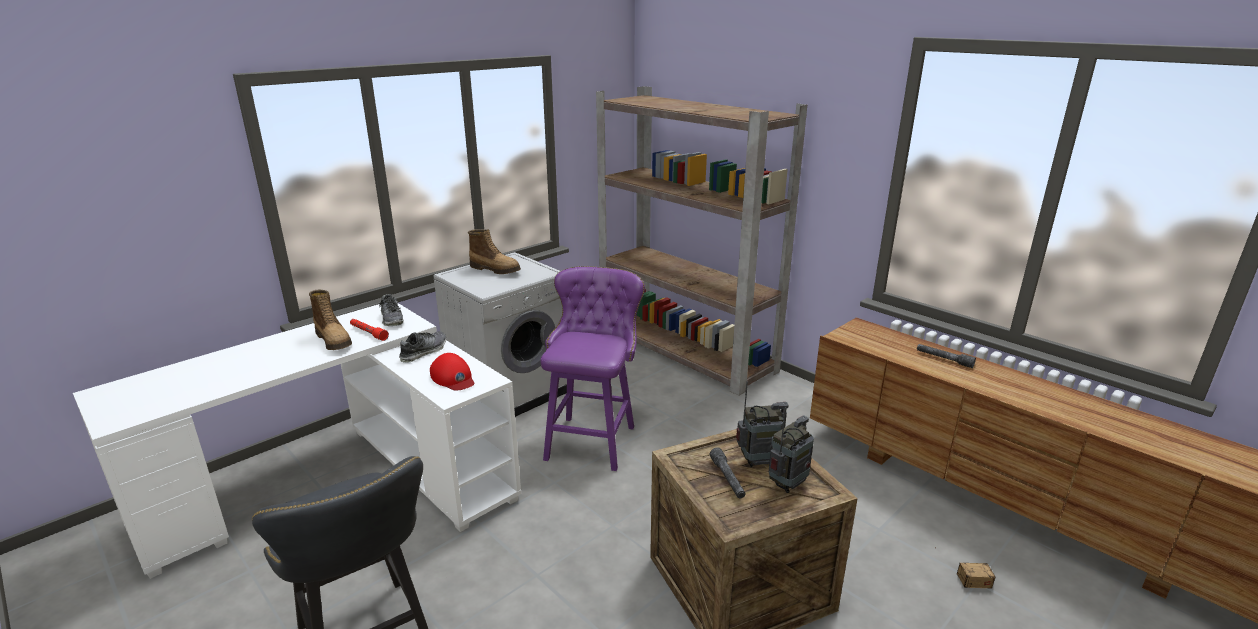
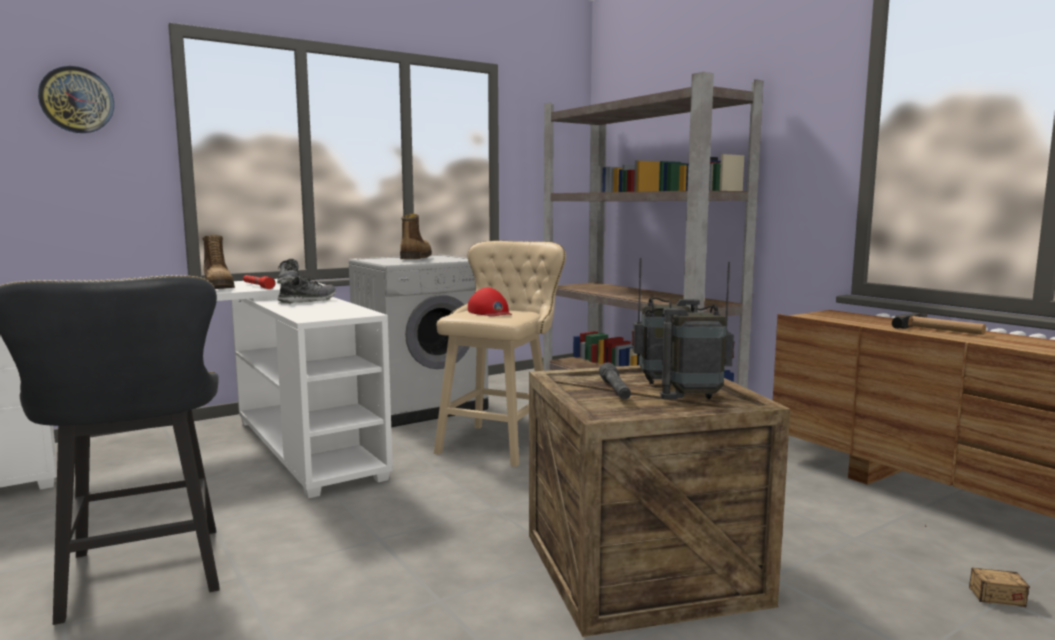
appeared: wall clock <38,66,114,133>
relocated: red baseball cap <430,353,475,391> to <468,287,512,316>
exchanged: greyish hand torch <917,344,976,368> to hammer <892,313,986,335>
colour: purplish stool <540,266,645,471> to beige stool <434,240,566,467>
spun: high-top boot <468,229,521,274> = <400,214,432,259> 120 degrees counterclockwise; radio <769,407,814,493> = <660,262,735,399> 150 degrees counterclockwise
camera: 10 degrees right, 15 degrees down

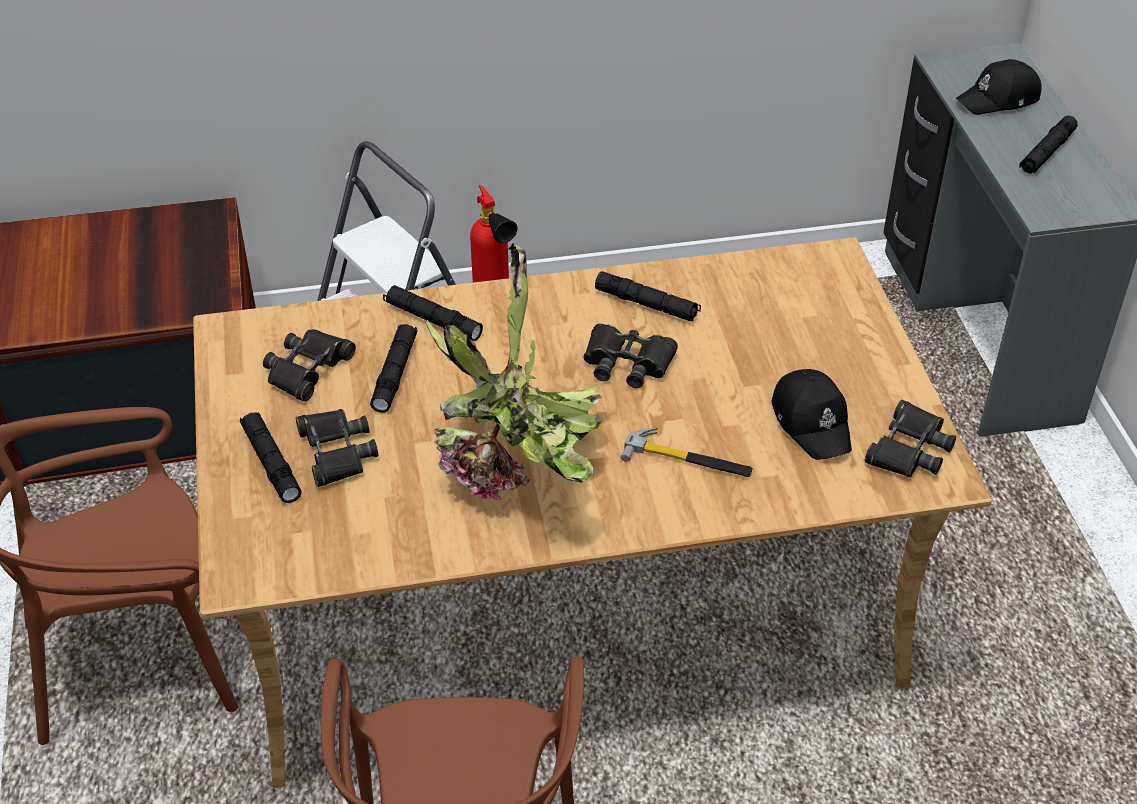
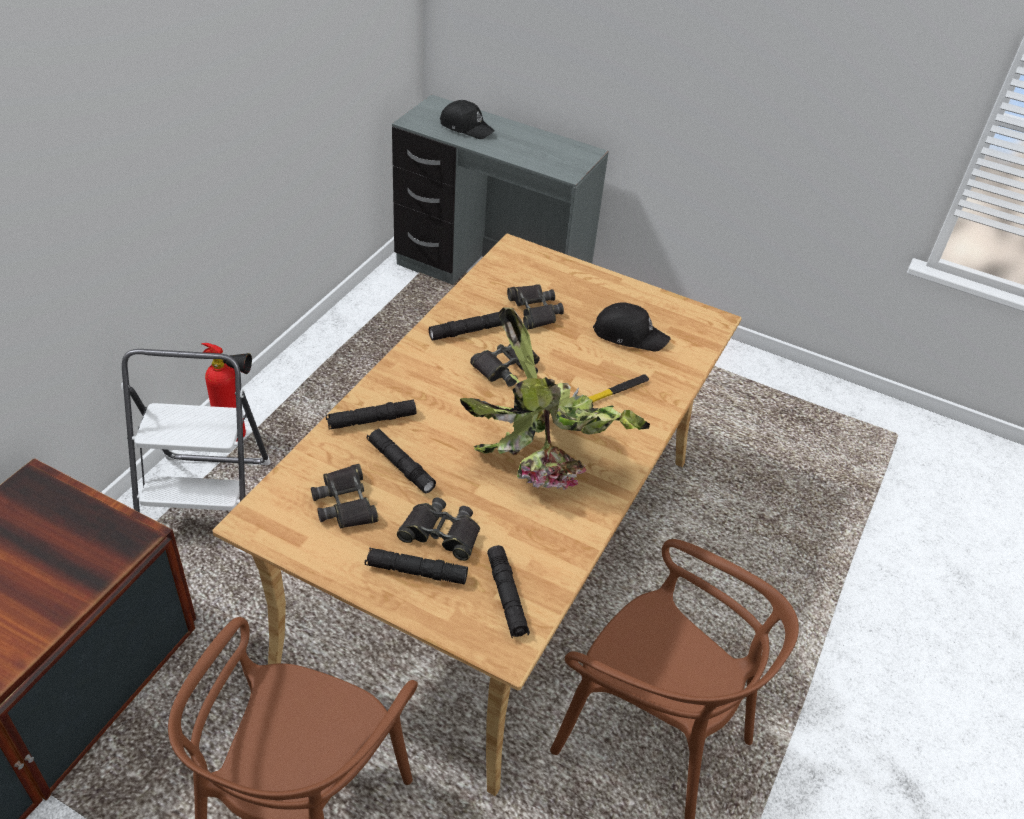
relocated: black-coloured binoculars <865,400,956,477> to <507,284,564,330>; black-coloured hand torch <1019,116,1078,174> to <487,545,530,638>
spun: black-coloured baseball cap <956,59,1042,115> = <440,100,495,139> 75 degrees counterclockwise
camera: 55 degrees left, 0 degrees up

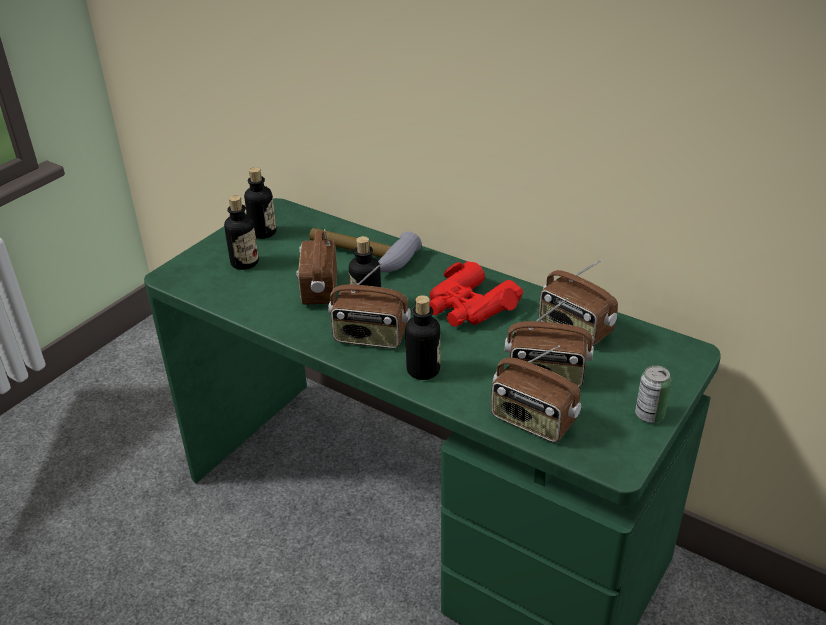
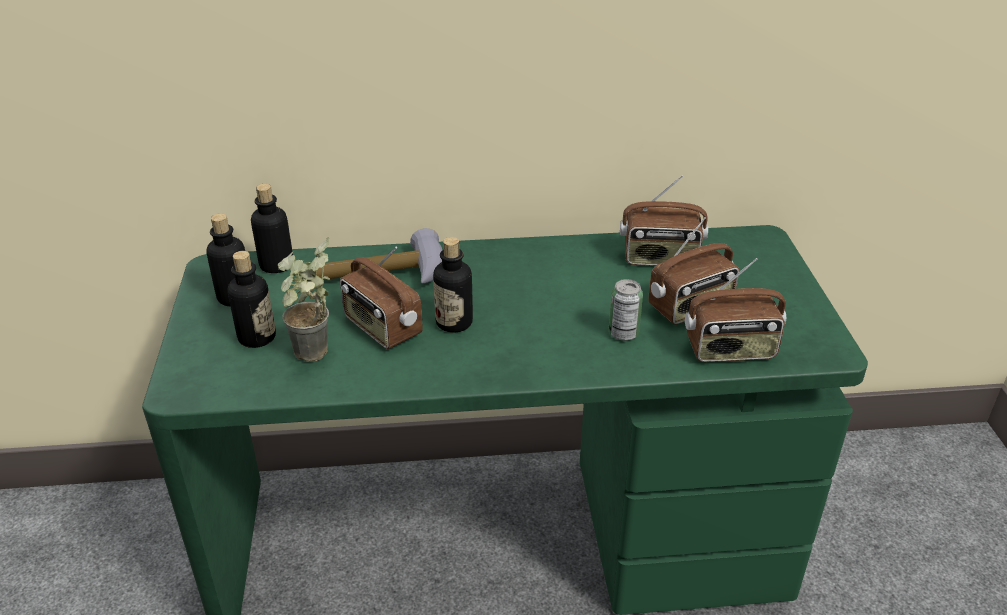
missing: radio <328,262,411,348>; red binoculars <430,261,523,327>
appeared: houseplant <278,237,330,362>
relocated: drink bottle <405,295,440,380> to <251,184,293,273>; metal can <635,365,672,423> to <608,279,643,341>
camera: 40 degrees left, 0 degrees up

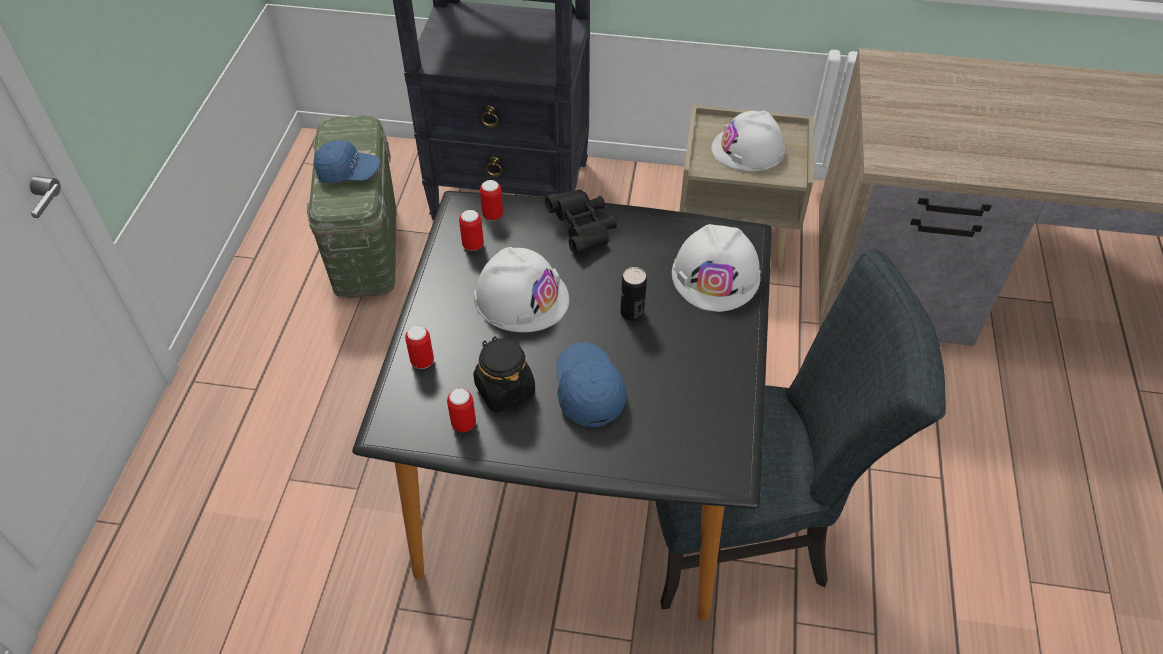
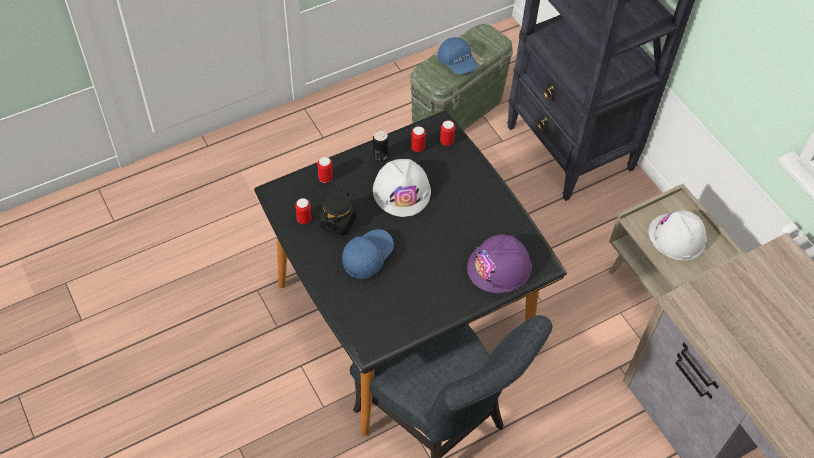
missing: black-coloured binoculars <545,189,617,255>
relocated: metal can <620,267,647,321> to <373,130,388,162>
colour: whitish safety helmet <672,224,761,312> to purplish safety helmet <467,235,532,293>
camera: 50 degrees right, 5 degrees up

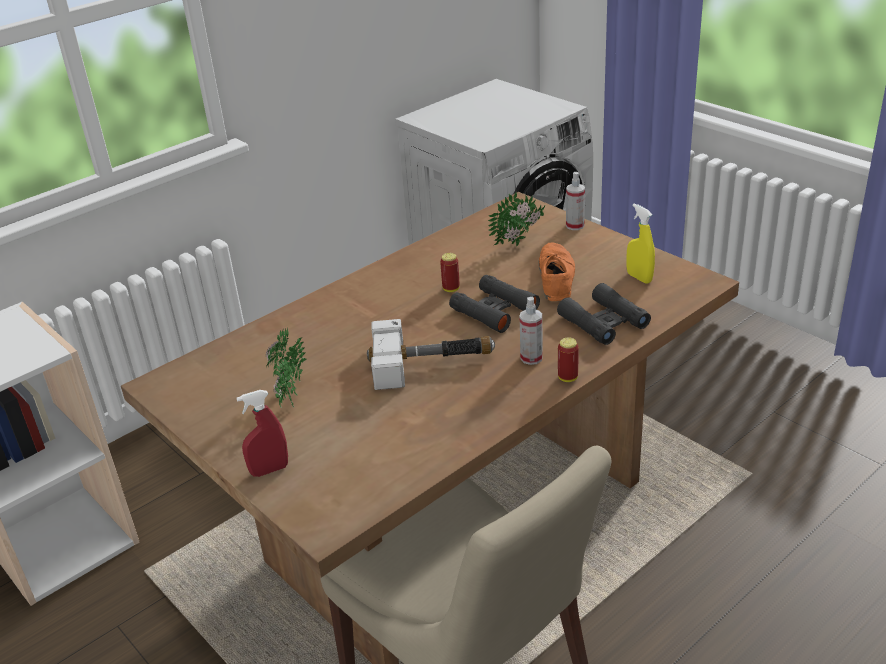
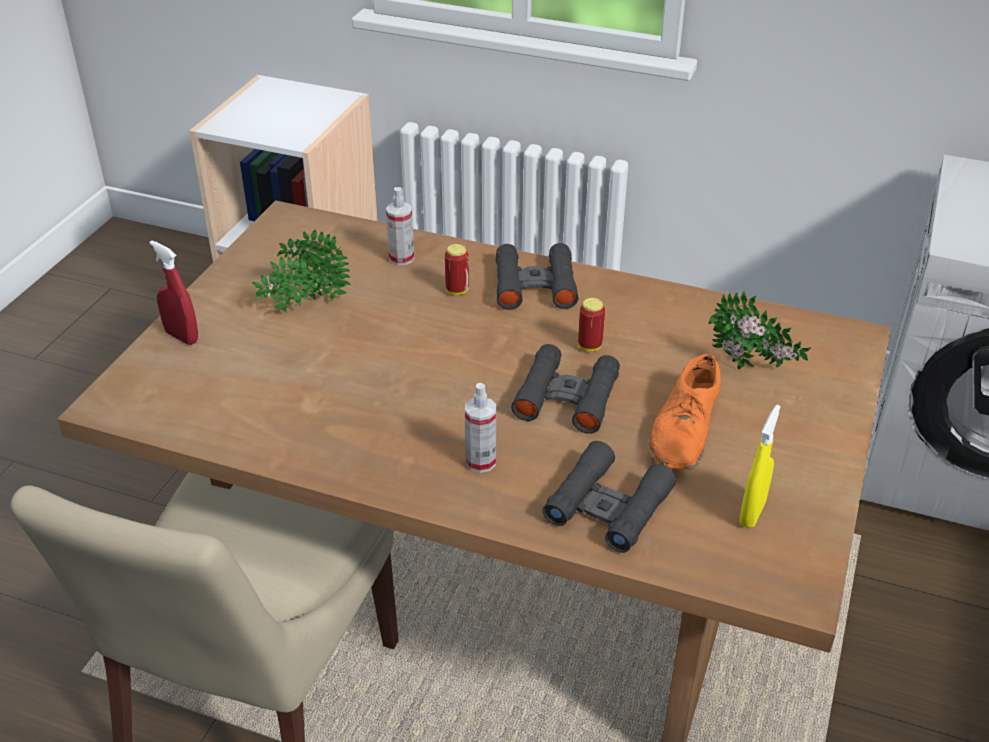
missing: hammer <367,319,495,390>
appeared: black-coloured binoculars <496,243,578,310>
relocated: metal can <558,337,579,382> to <445,244,469,295>; hand sprayer <566,172,585,230> to <386,187,414,265>
spun: orangey item of footwear <538,243,575,301> = <648,354,721,470> 135 degrees clockwise
camera: 60 degrees right, 5 degrees up

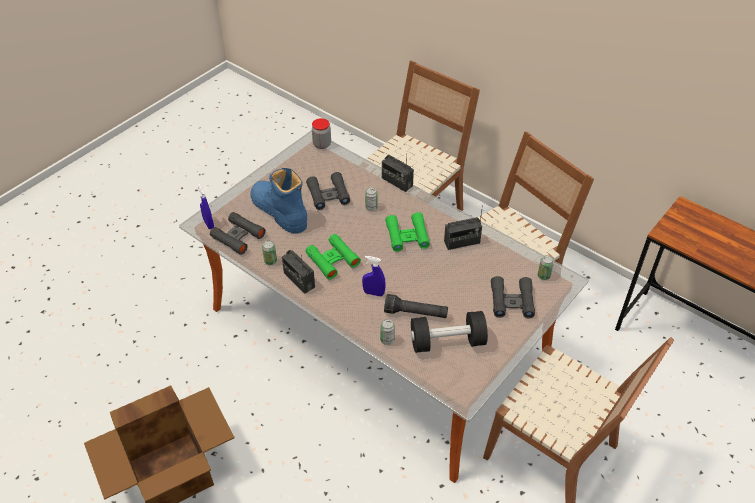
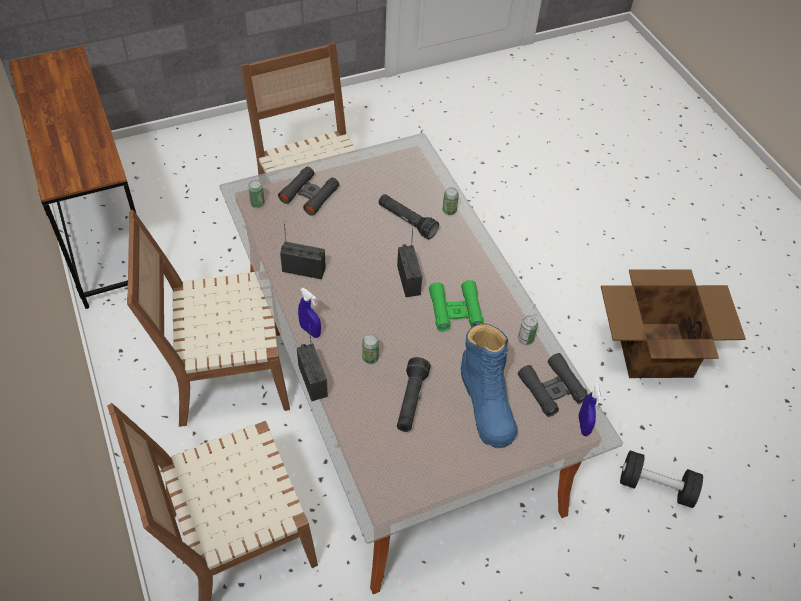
missing: preserve jar <312,118,331,149>; greenish binoculars <385,212,430,252>
relocated: radio <282,250,315,294> to <397,228,422,297>; blue hand sprayer <362,256,386,297> to <298,288,321,338>; black-coloured free weight <411,311,488,353> to <620,450,703,508>
exchanged: black-coloured binoculars <306,172,350,210> to black-coloured hand torch <397,357,431,432>
camera: 155 degrees left, 5 degrees up

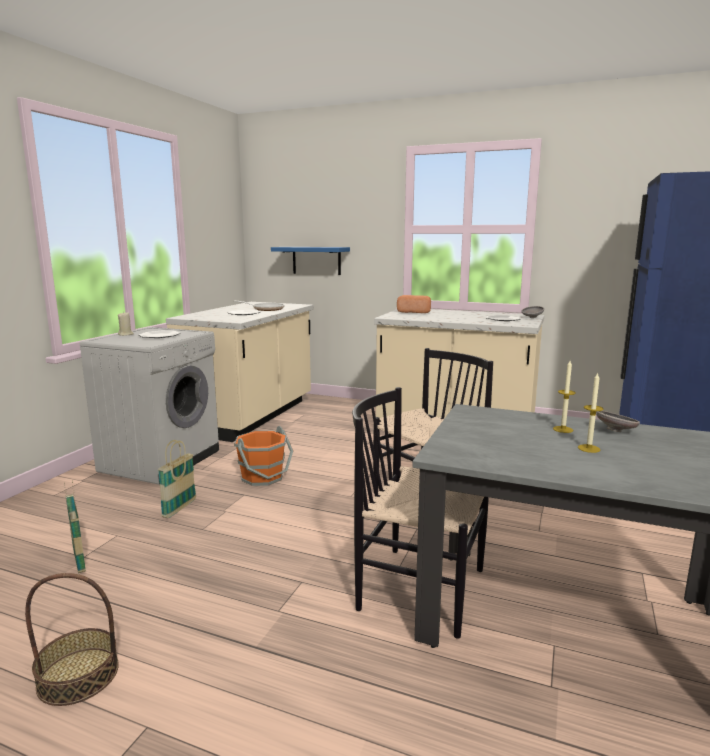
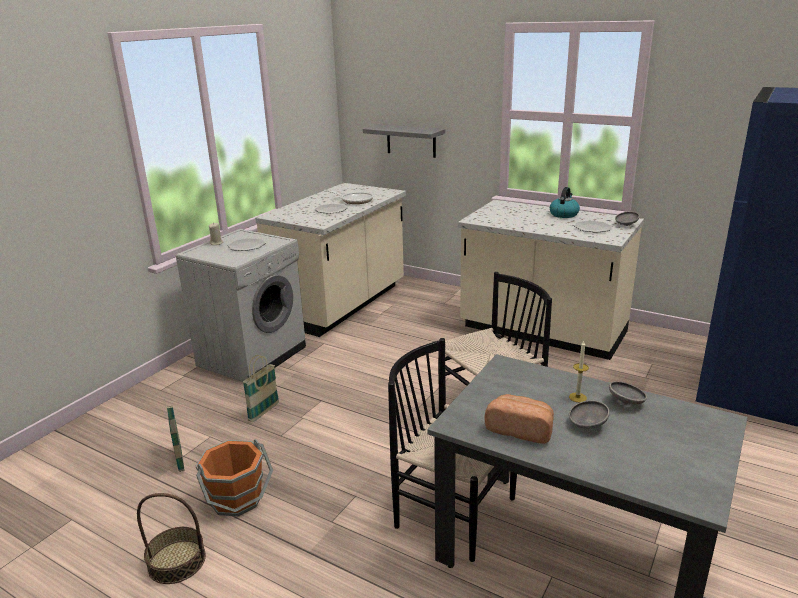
appeared: kettle <550,187,580,218>
relocated: orangey pail <234,426,293,486> to <195,439,273,516>; baked bread <397,295,431,313> to <485,394,554,444>
exchanged: wax light <578,372,603,453> to greyish bowl <569,400,610,429>
colour: blue bracket shelf <271,247,350,275> to greyish bracket shelf <363,124,445,158>
camera: 10 degrees right, 10 degrees up

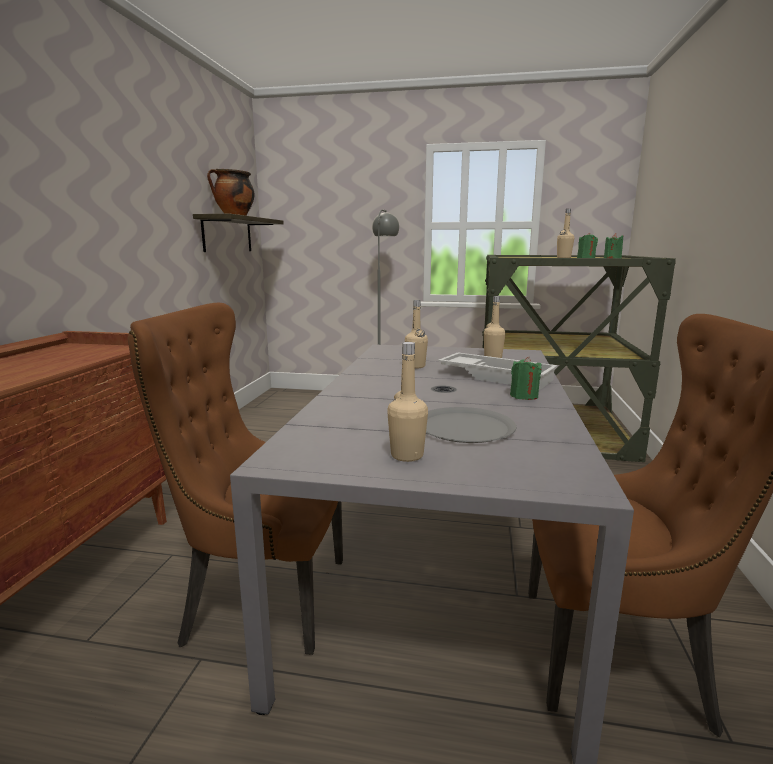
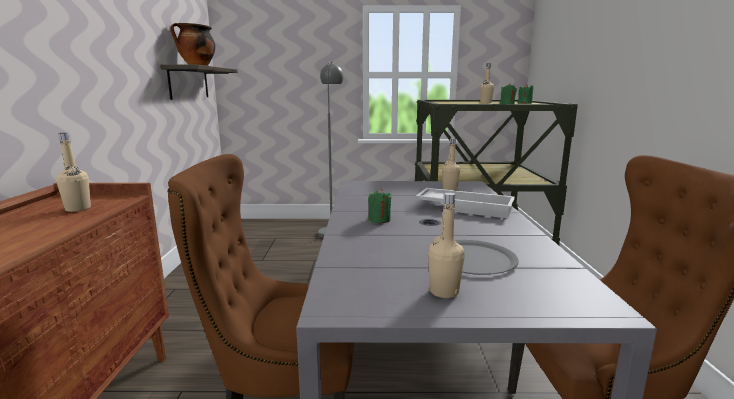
relocated: beige drink bottle <405,300,428,368> to <56,132,91,212>; greenish wax light <510,357,542,400> to <368,188,391,223>
camera: 10 degrees left, 0 degrees up

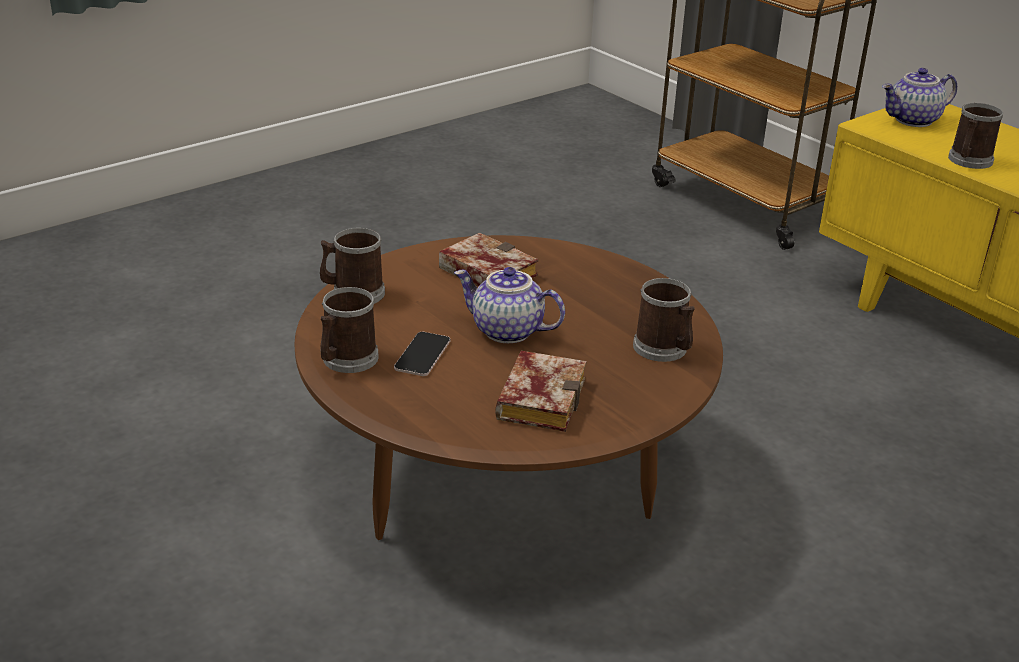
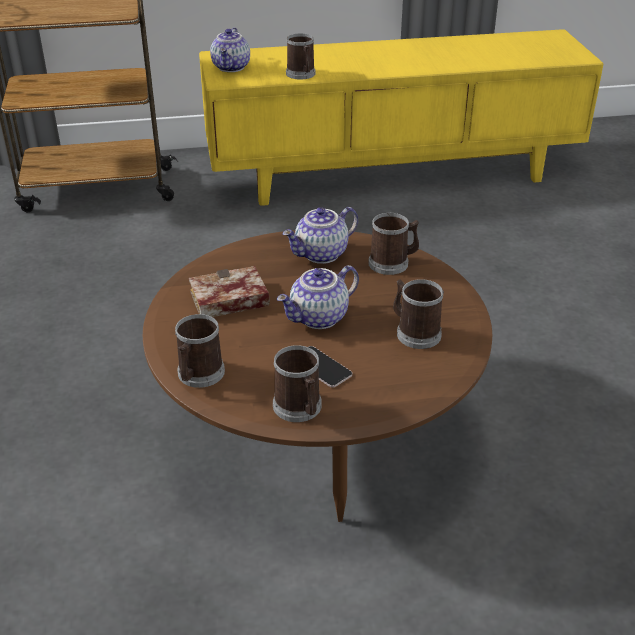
appeared: pot for tea <283,207,358,264>
exchanged: bound book <495,351,586,432> to coffee mug <393,279,444,349>
camera: 60 degrees left, 5 degrees up

